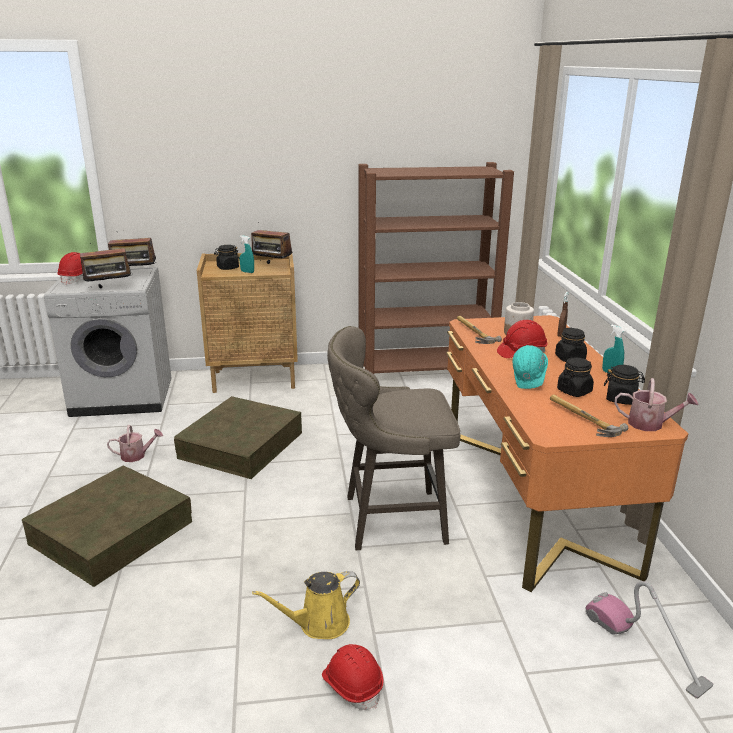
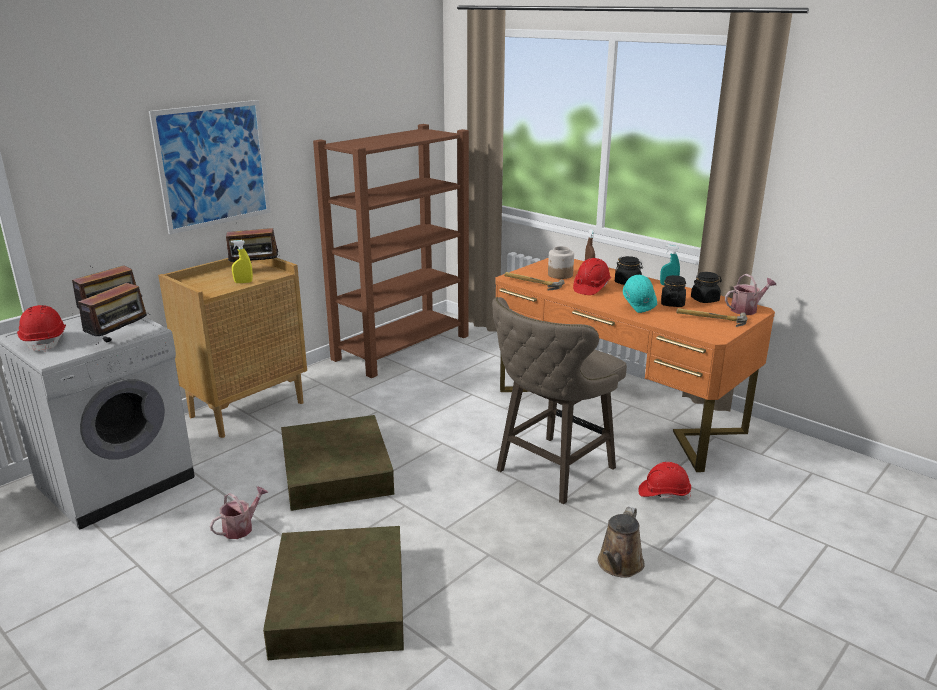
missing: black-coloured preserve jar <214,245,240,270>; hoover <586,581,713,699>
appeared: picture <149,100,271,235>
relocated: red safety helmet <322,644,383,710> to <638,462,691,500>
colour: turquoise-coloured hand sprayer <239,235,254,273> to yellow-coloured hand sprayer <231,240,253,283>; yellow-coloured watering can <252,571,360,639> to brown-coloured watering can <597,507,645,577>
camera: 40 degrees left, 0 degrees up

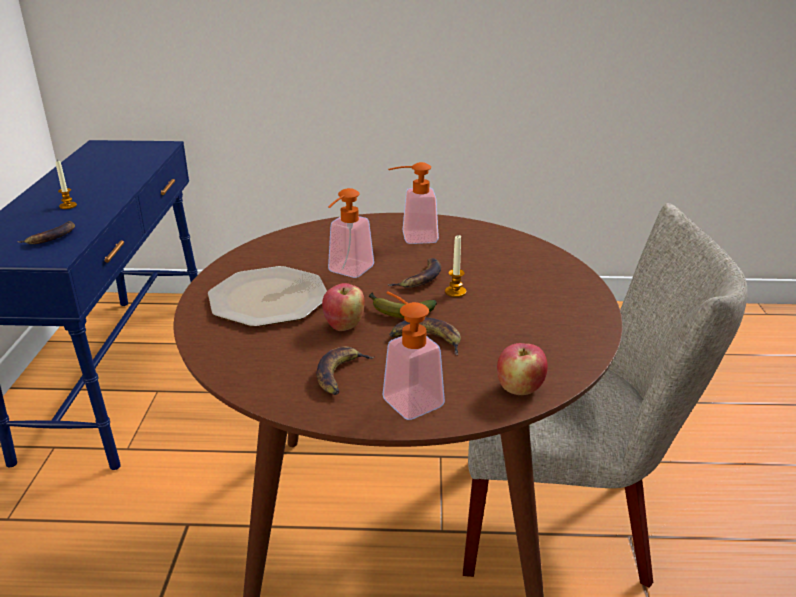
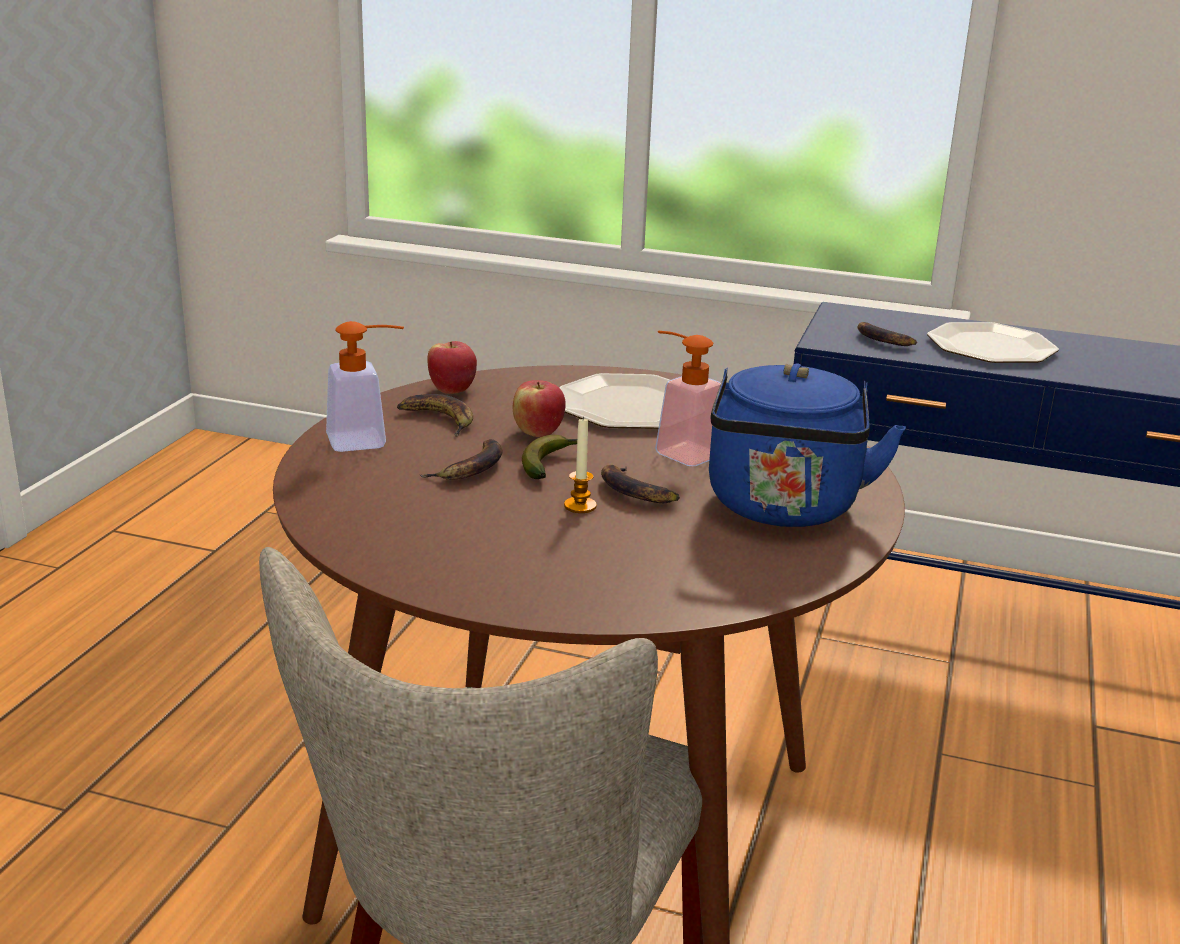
relocated: whole apple <497,343,548,395> to <427,341,477,394>
exchanged: wax light <55,160,77,209> to dinner plate <927,322,1059,363>; liquid soap bottle <388,162,439,244> to blue kettle <709,364,906,527>
camera: 105 degrees right, 5 degrees down

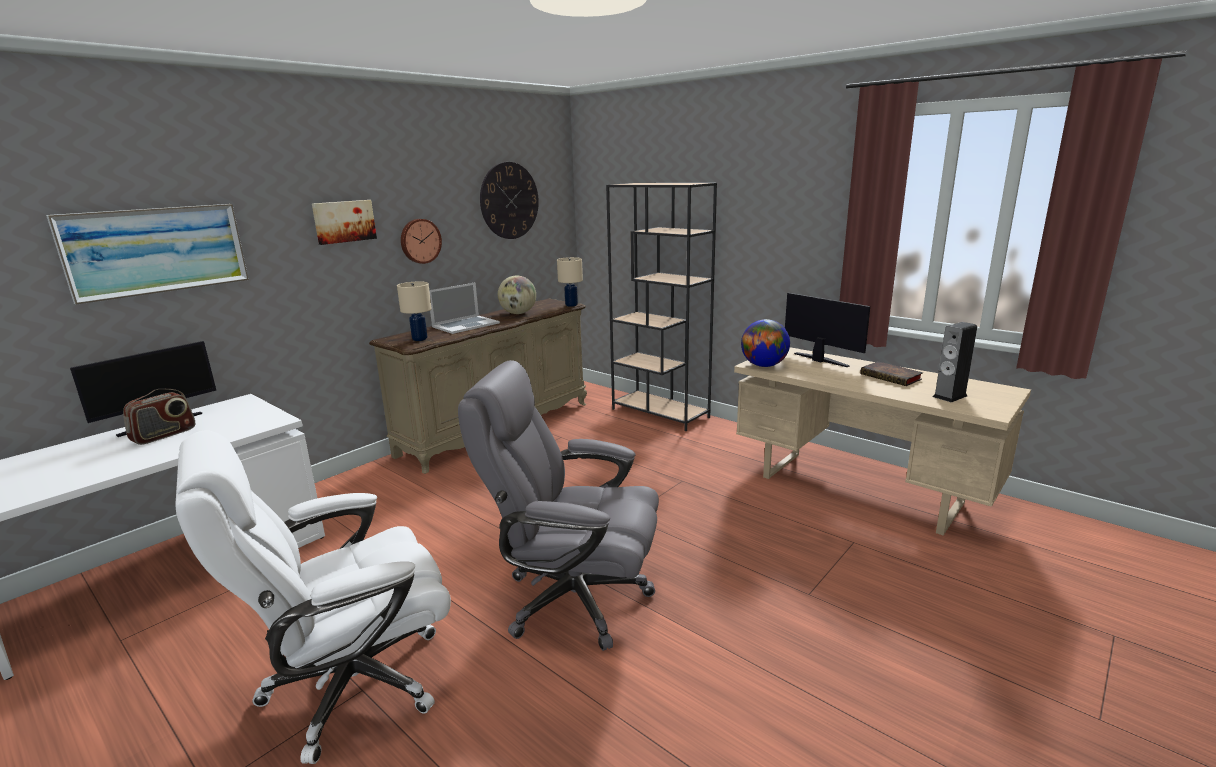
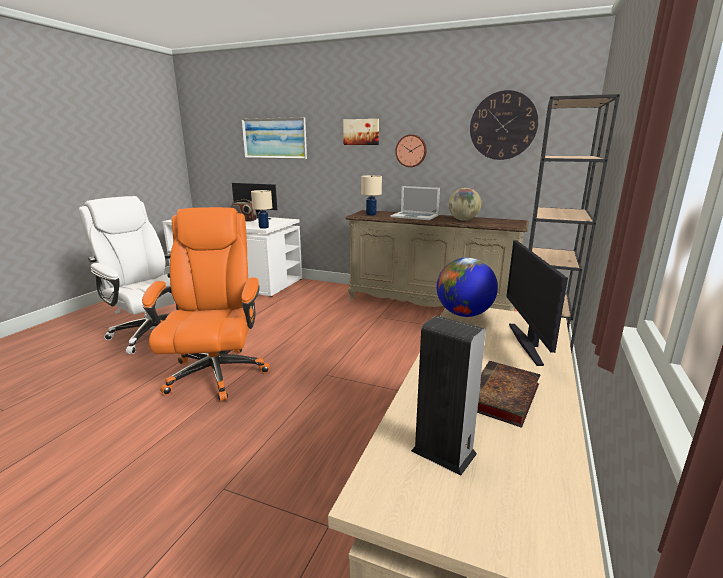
relocated: beige lamp for a table <557,257,583,307> to <251,190,272,229>
colour: greyish office chair <458,360,659,651> to orangey office chair <142,207,270,402>
spun: computer screen <785,293,870,367> = <506,240,568,366> 150 degrees clockwise
camera: 70 degrees right, 0 degrees up

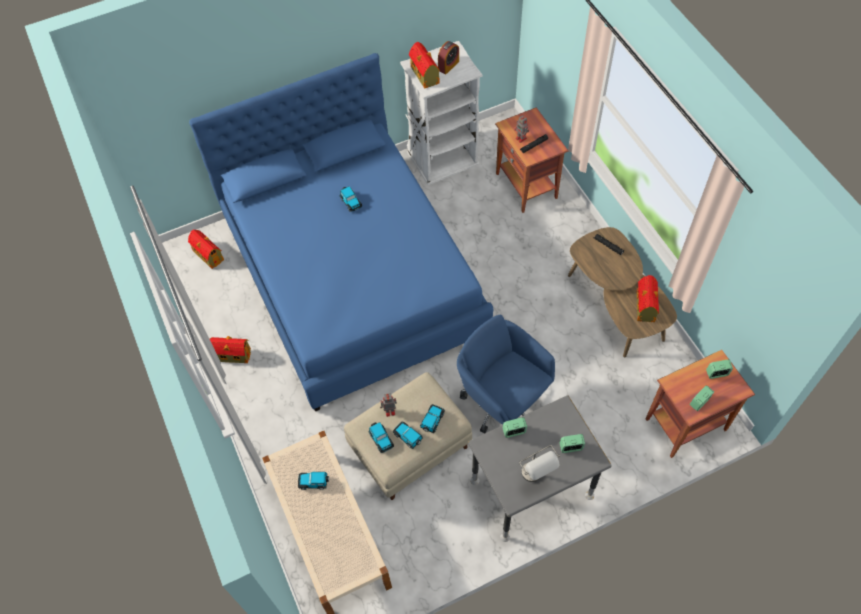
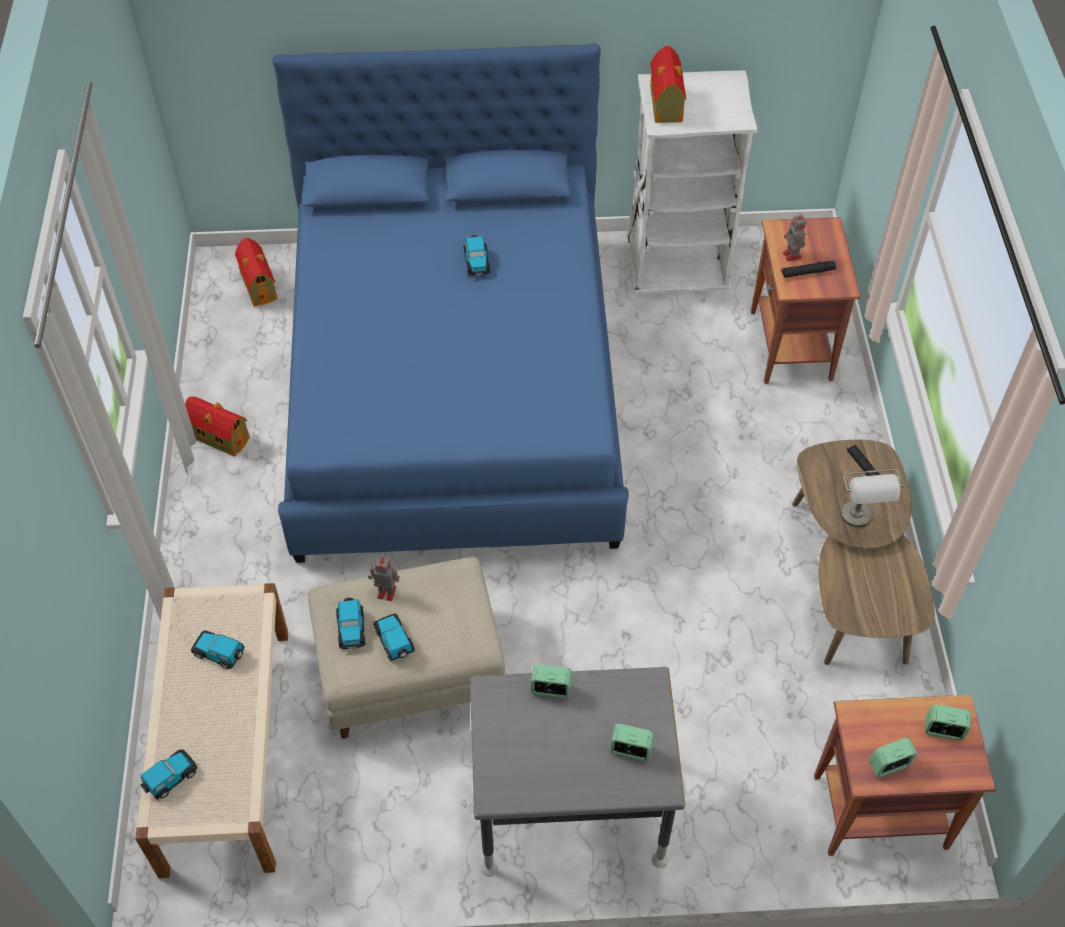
missing: alarm clock <438,41,459,74>; blue office chair <457,315,555,433>; toy house <636,275,659,322>
relocated: miniature car <420,404,445,433> to <141,749,198,800>; greyish lamp for a table <519,445,560,482> to <841,469,904,528>
camera: 20 degrees right, 5 degrees down

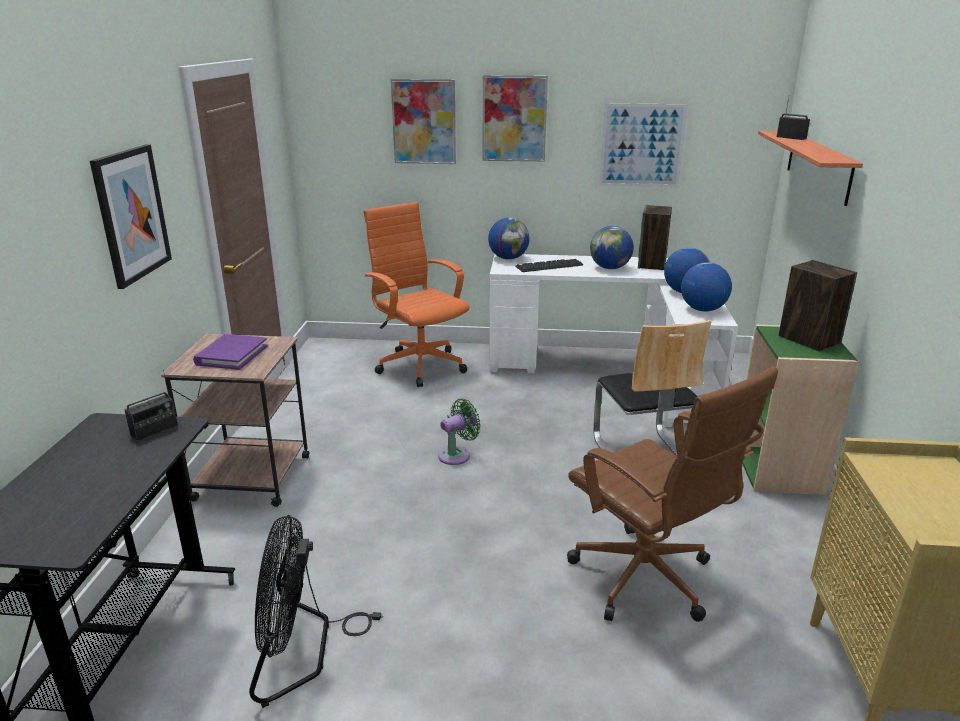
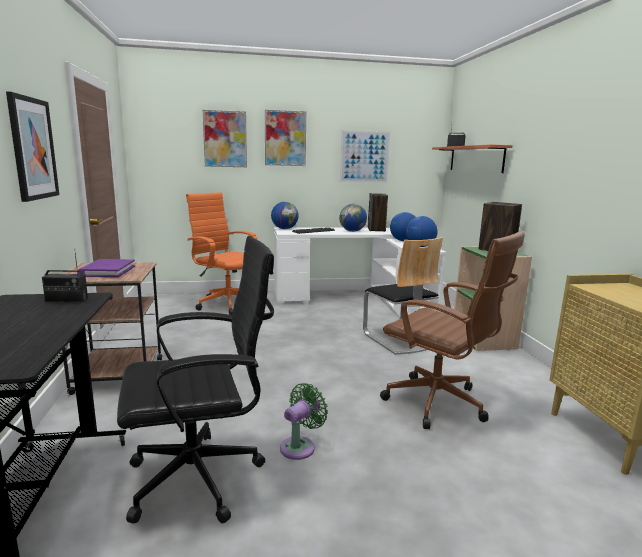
relocated: greenish cooling fan <438,399,481,465> to <280,383,328,460>
exchanged: black-coloured cooling fan <249,515,383,708> to black-coloured office chair <117,236,274,524>
spun: radio <124,370,178,441> = <42,249,88,302> 60 degrees clockwise
camera: 15 degrees left, 10 degrees down

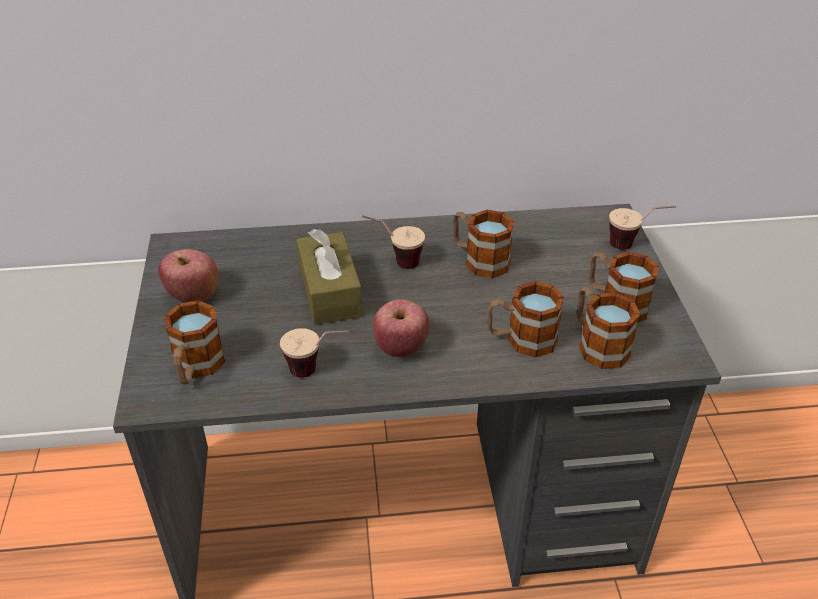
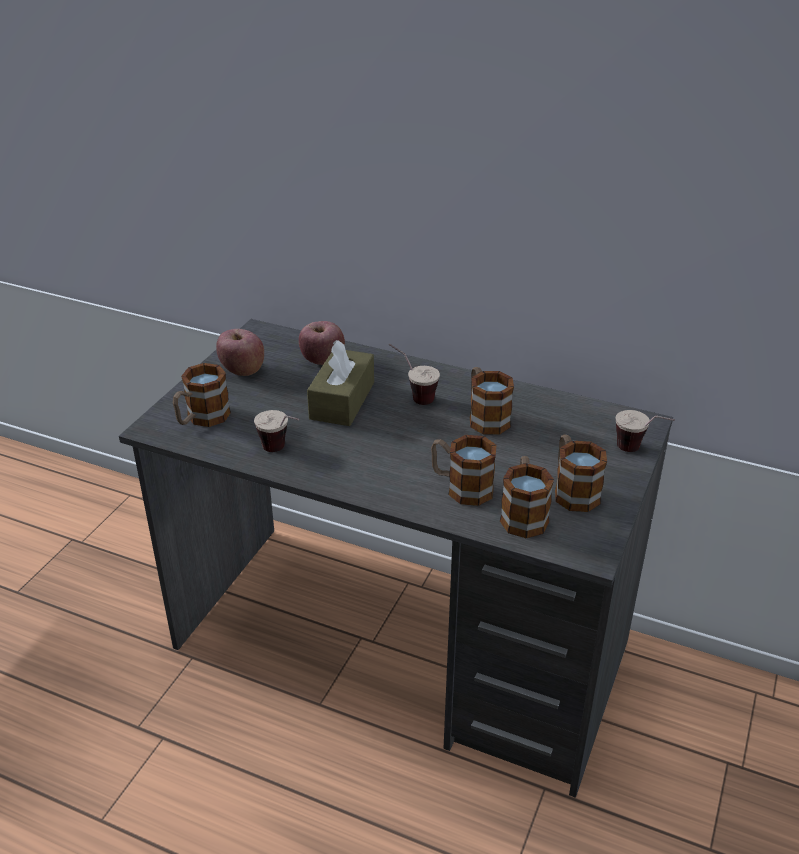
relocated: whole apple <373,299,430,357> to <299,321,345,365>
camera: 30 degrees right, 5 degrees down

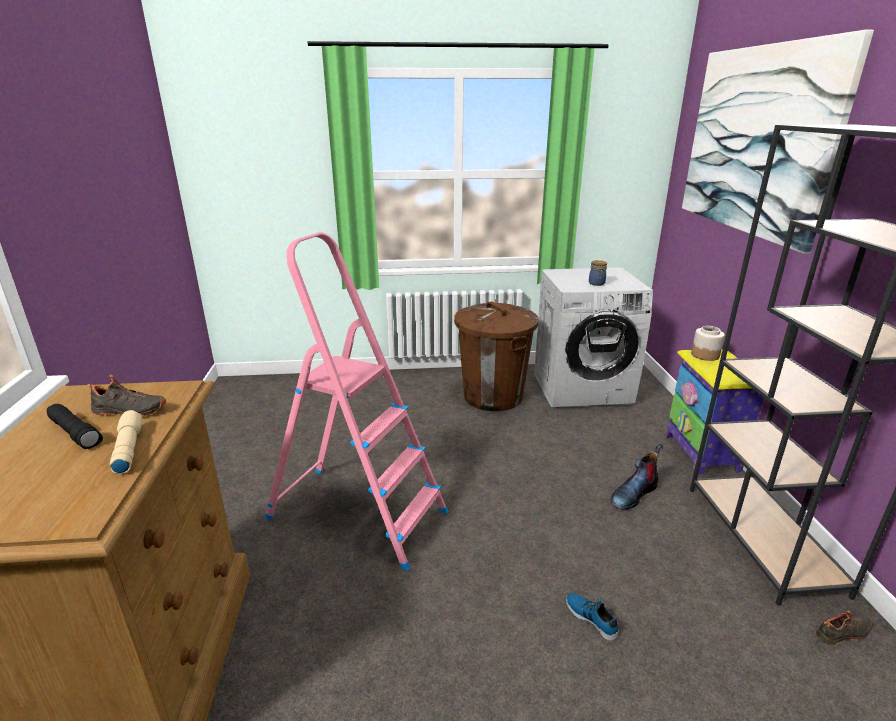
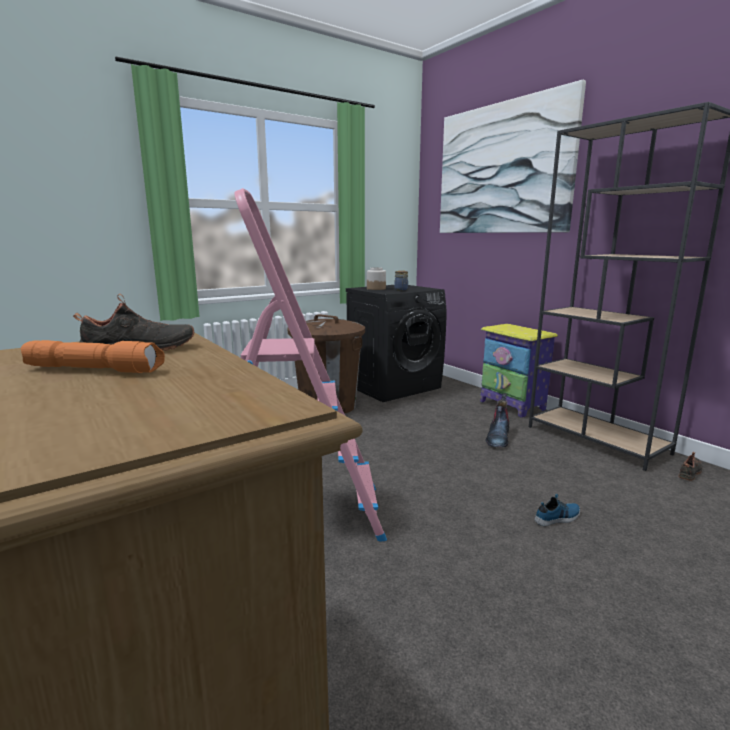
missing: beige hand torch <110,410,142,474>
relocated: preserve jar <691,326,725,361> to <367,267,386,290>
colour: black-coloured hand torch <47,404,103,449> to orangey hand torch <21,340,165,373>; whitish laundry appliance <534,267,653,407> to black-coloured laundry appliance <346,285,447,402>
spun: item of footwear <566,593,619,641> = <534,494,580,526> 135 degrees clockwise
camera: 30 degrees left, 10 degrees down

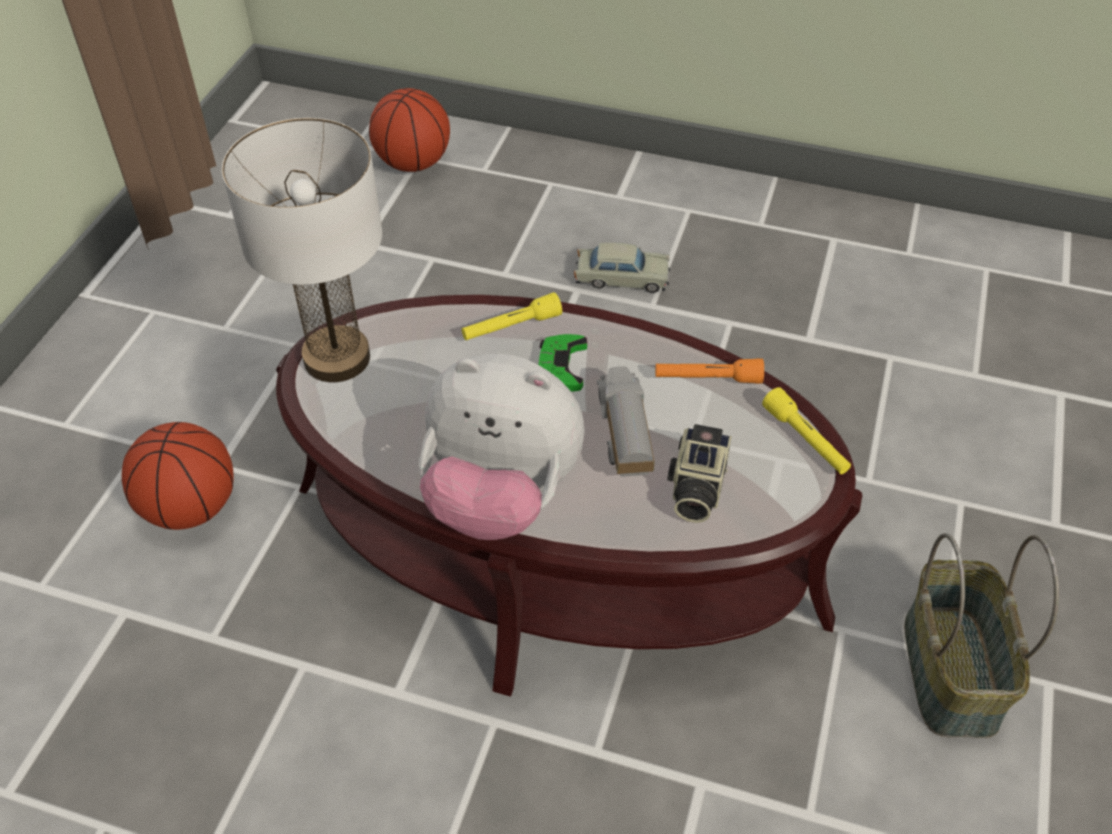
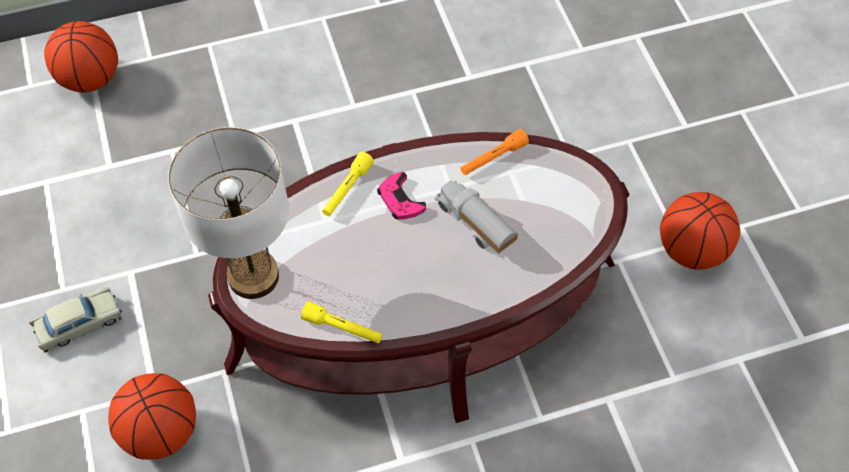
missing: plush toy <419,354,585,540>; still camera <667,424,731,523>
relocated: beige miniature car <574,242,670,293> to <29,286,122,353>; yellow-coloured hand torch <762,387,851,474> to <301,301,382,344>
exchanged: storage basket <904,533,1059,738> to basketball <660,192,740,269>
colour: greenish gamepad <539,334,587,391> to pinkish gamepad <377,172,426,220>
camera: 35 degrees left, 10 degrees up

